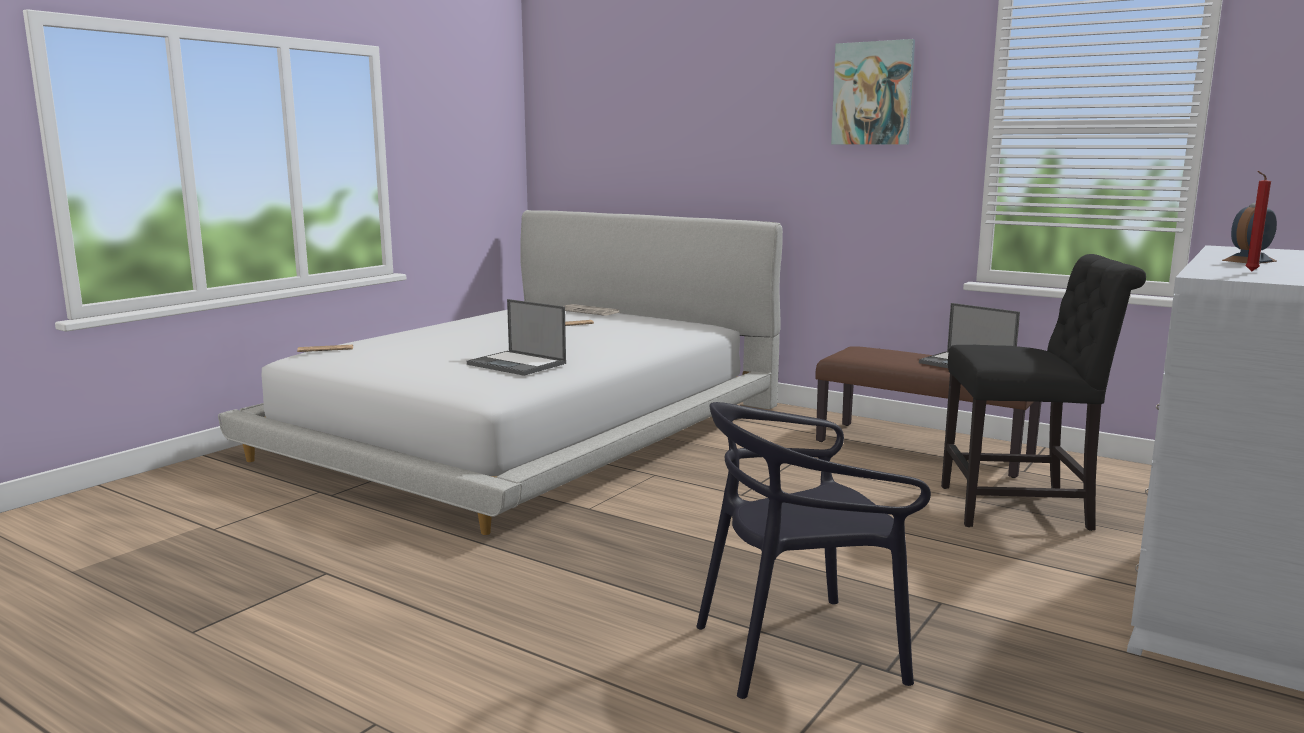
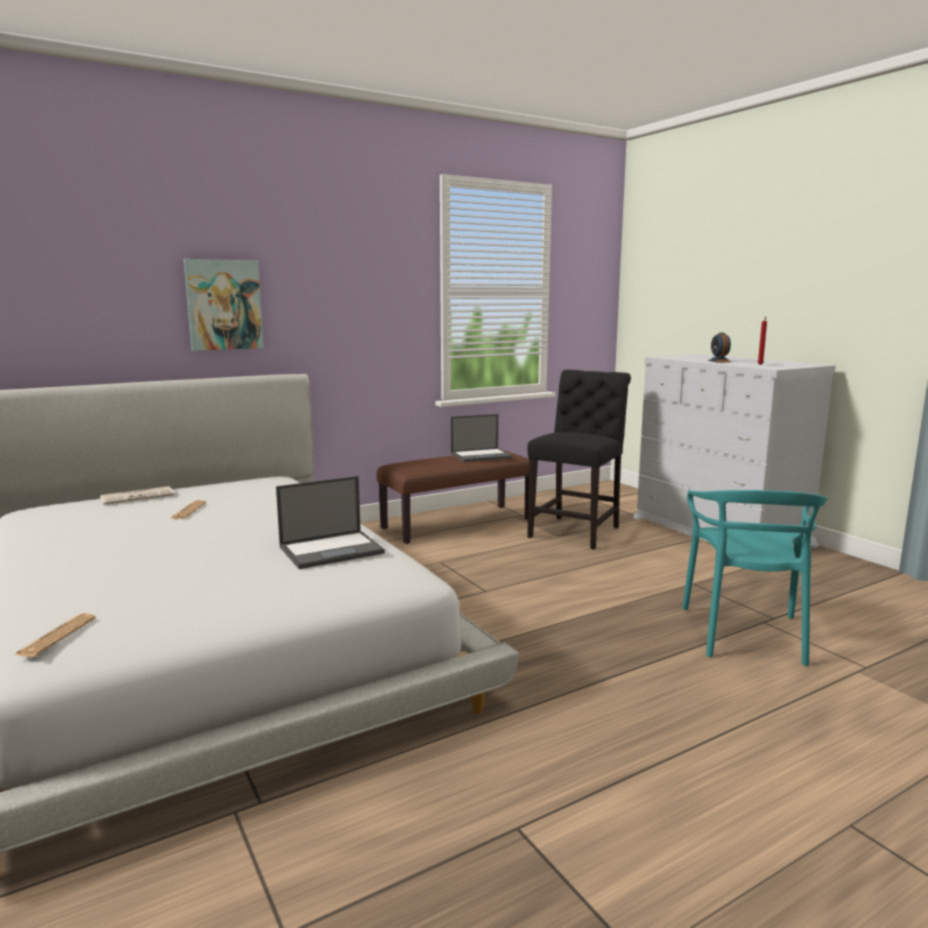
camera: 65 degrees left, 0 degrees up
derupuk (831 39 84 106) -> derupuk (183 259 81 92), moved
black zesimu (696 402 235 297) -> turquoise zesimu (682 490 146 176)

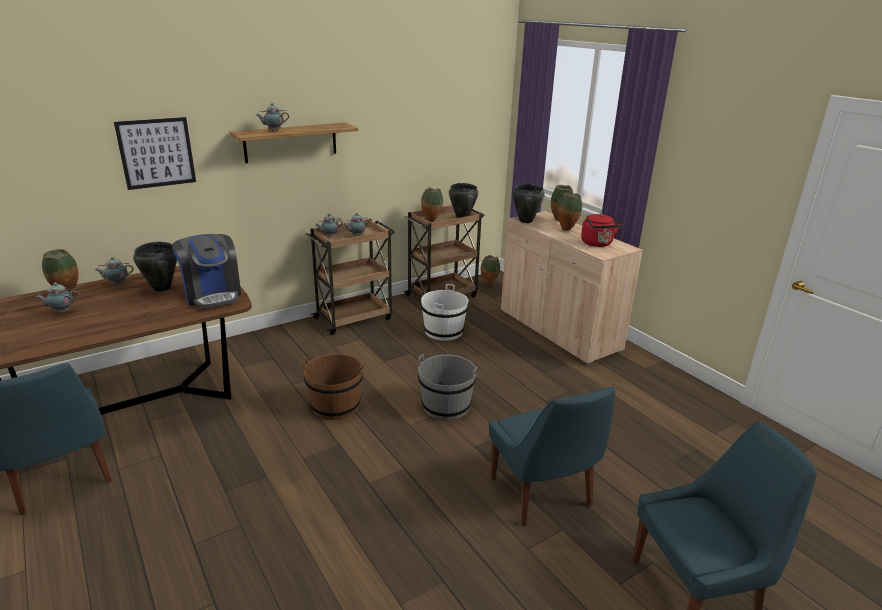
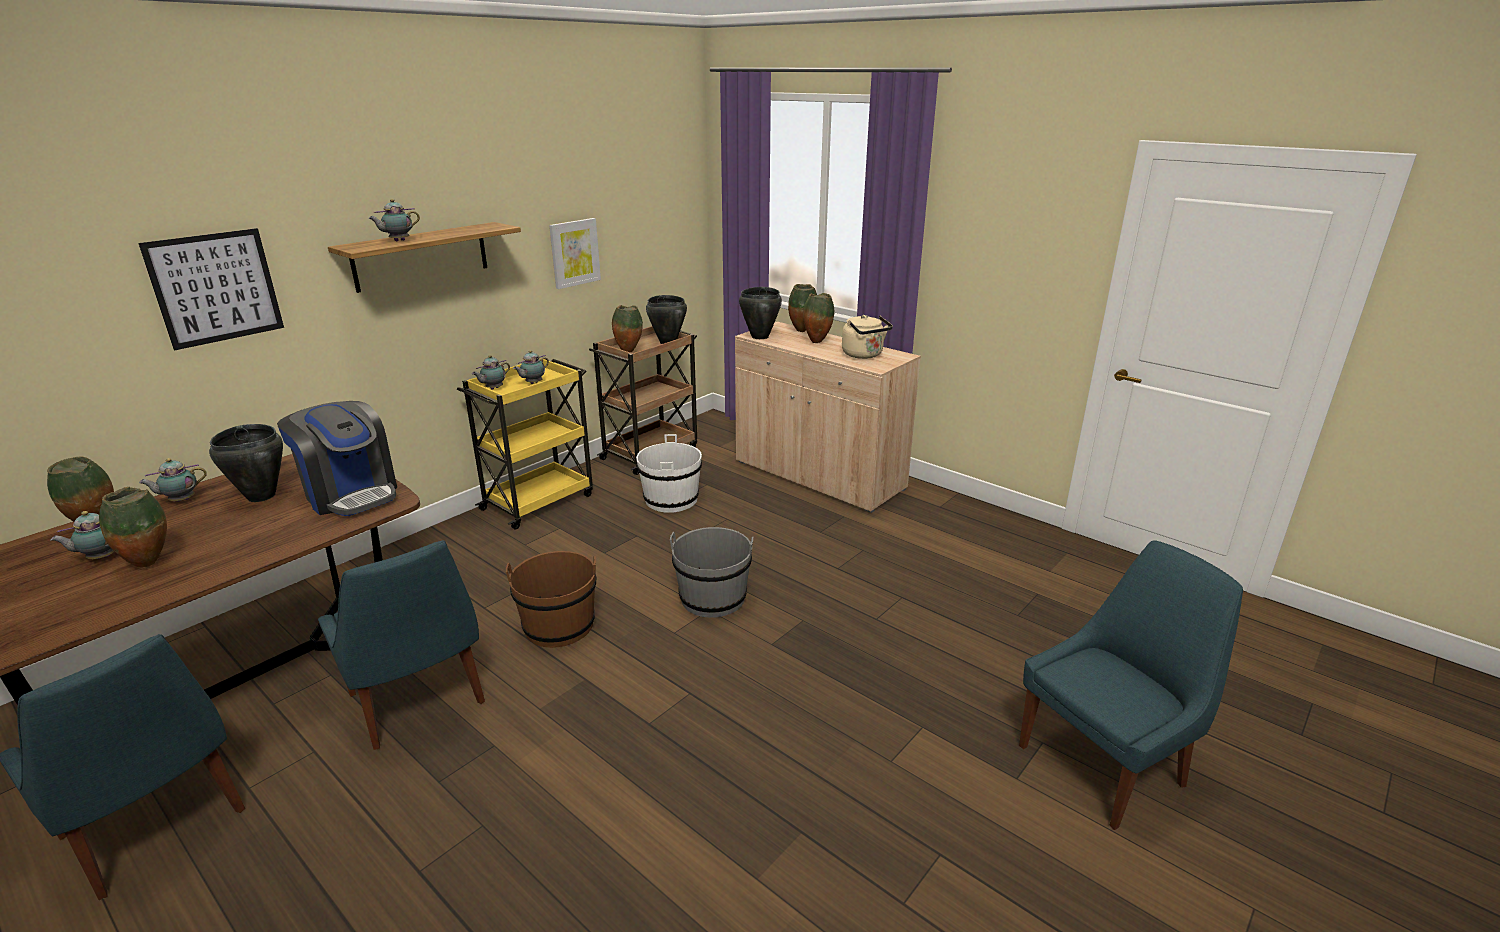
camera: 15 degrees left, 0 degrees up
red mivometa (581 213 40 34) -> beige mivometa (842 315 51 44)
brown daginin (306 219 89 116) -> yellow daginin (457 359 136 171)
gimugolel (481 255 19 30) -> gimugolel (99 487 68 80), moved
blue zesimu (489 387 126 139) -> blue zesimu (318 540 167 210), moved
none -> derupuk (549 218 52 71)

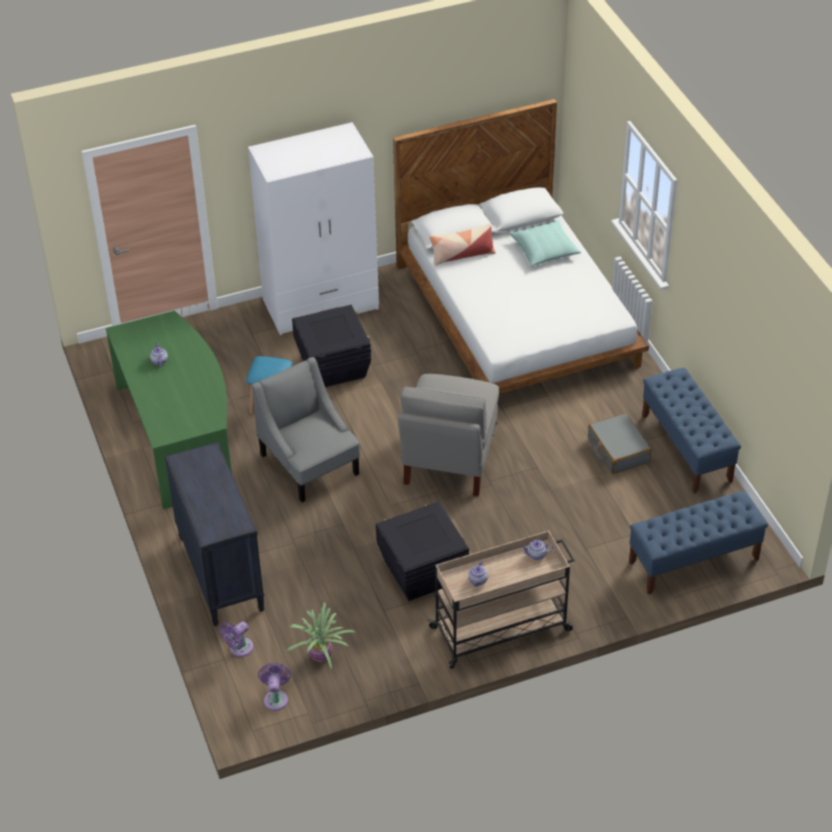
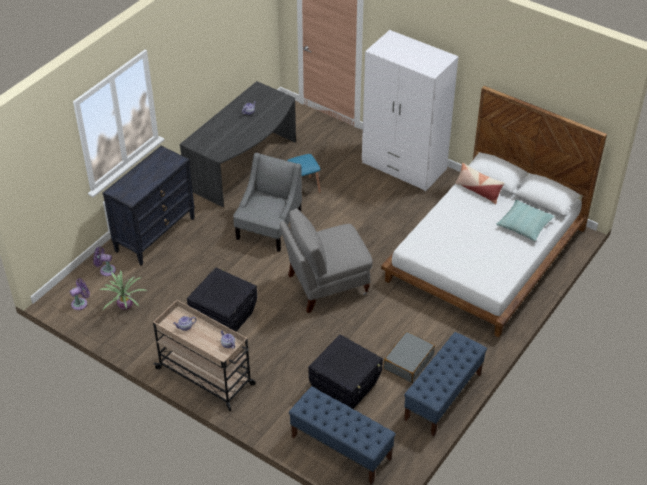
camera: 55 degrees right, 0 degrees up
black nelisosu (292 305 79 82) -> black nelisosu (308 334 75 75), moved
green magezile (106 311 126 198) -> grey magezile (180 81 116 126)

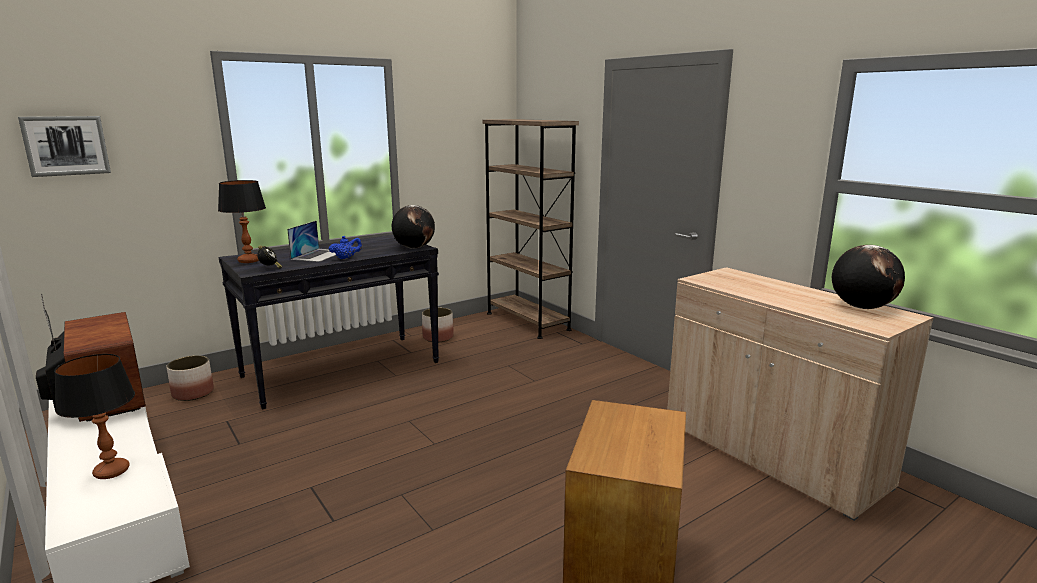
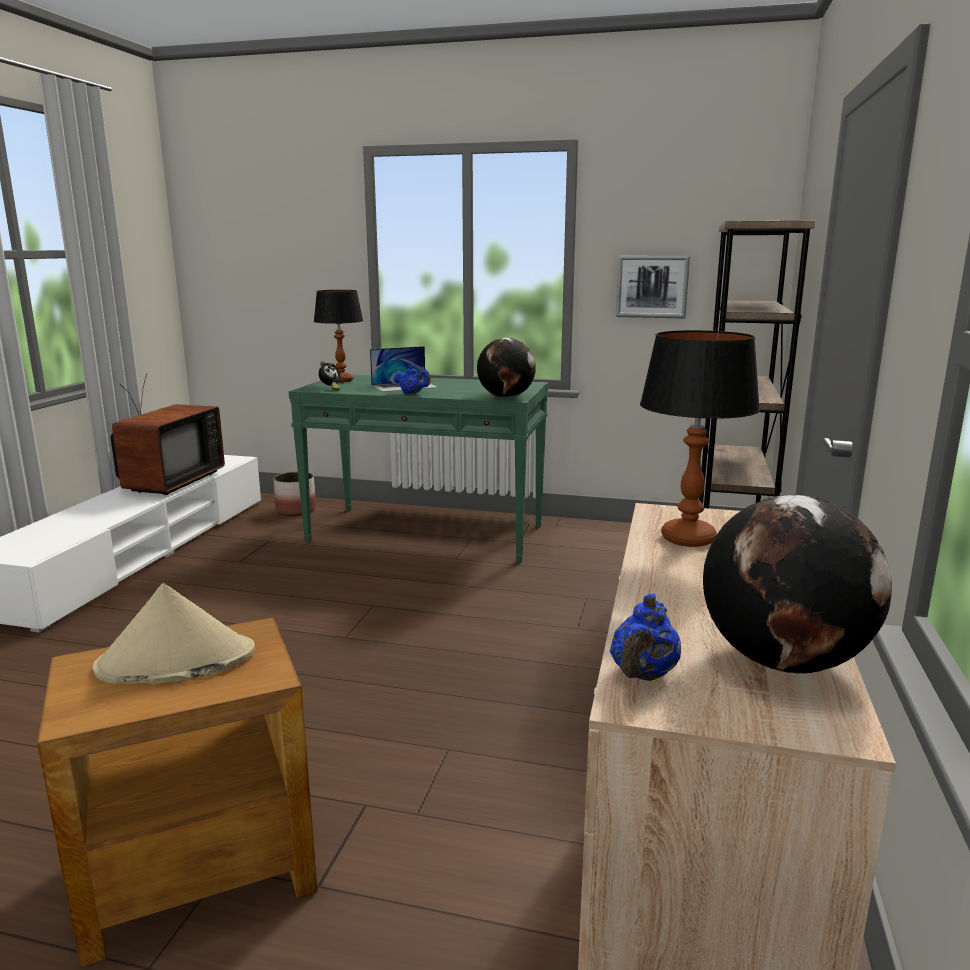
camera: 50 degrees right, 0 degrees up
derupuk (18 116 93 61) -> derupuk (616 256 74 62), moved
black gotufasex (218 235 221 175) -> green gotufasex (289 374 260 189)
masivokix (422 308 32 35) -> none
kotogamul (54 354 81 125) -> kotogamul (640 330 120 217), moved
none -> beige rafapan (93 583 162 101)
none -> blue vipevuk (610 594 71 87)

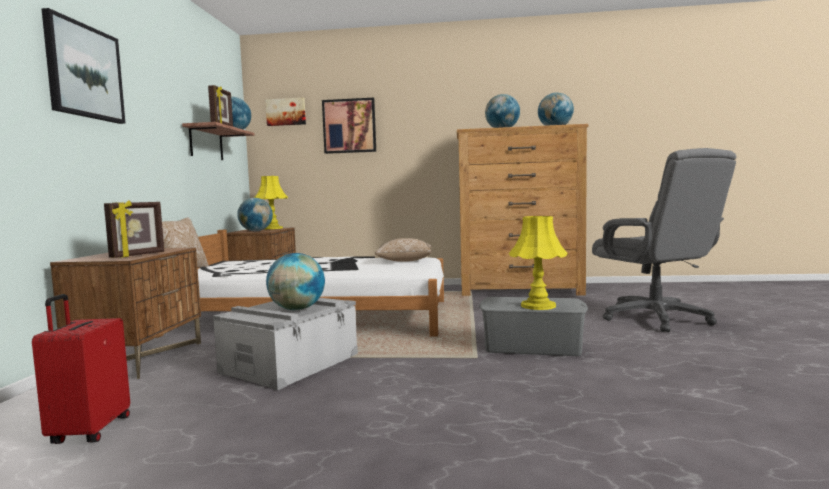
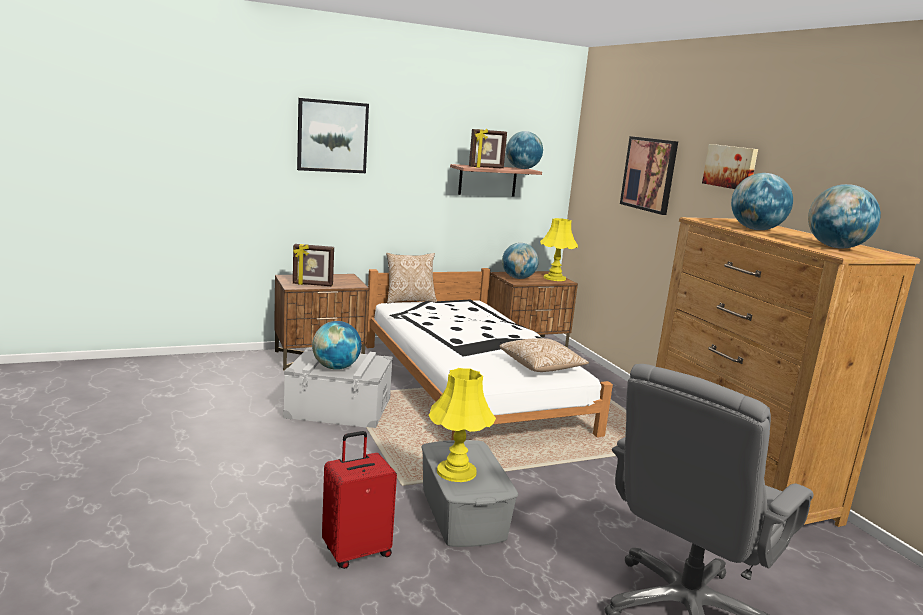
camera: 60 degrees right, 10 degrees up
derupuk (265 98 41 28) -> derupuk (702 144 56 45), moved
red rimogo (32 294 98 150) -> red rimogo (322 431 75 138), moved

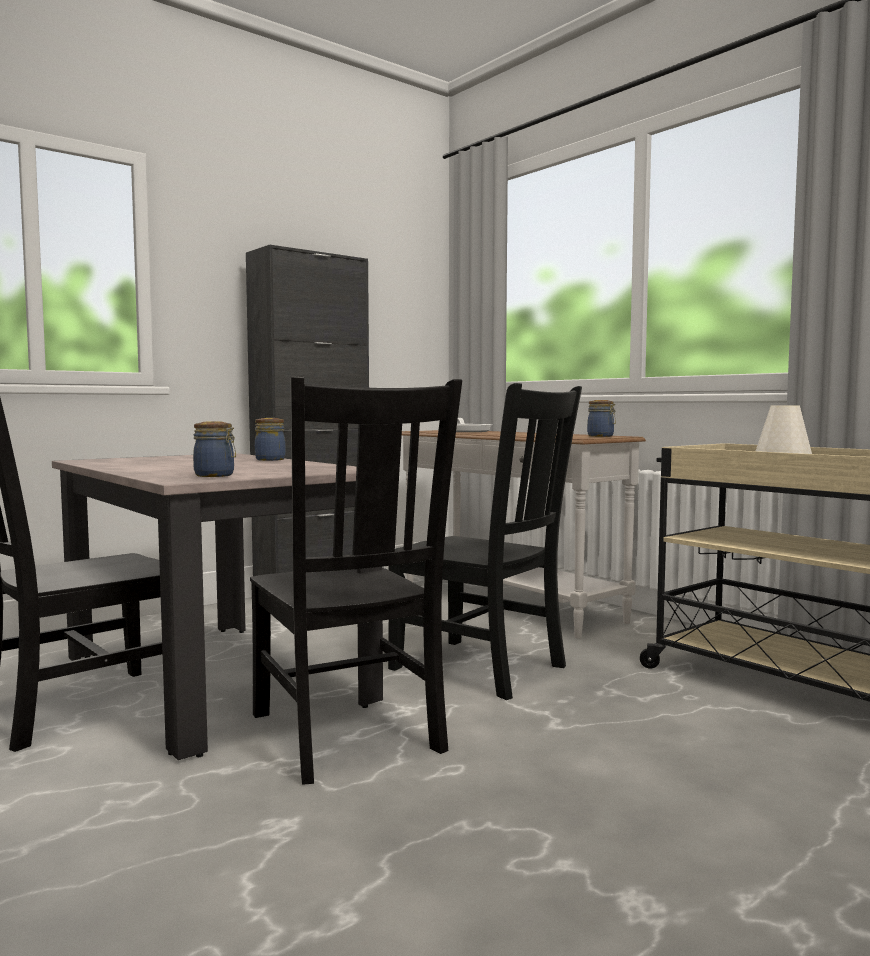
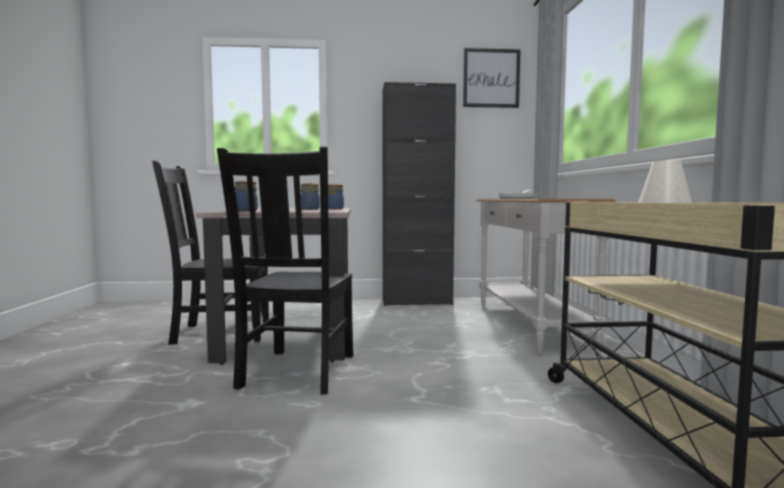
camera: 35 degrees right, 0 degrees up
black zesimu (388 383 194 317) -> none
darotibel (587 400 29 37) -> darotibel (301 183 19 27), moved
none -> derupuk (463 48 58 60)

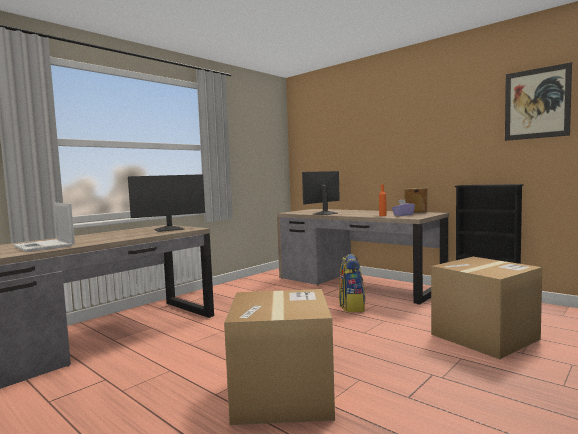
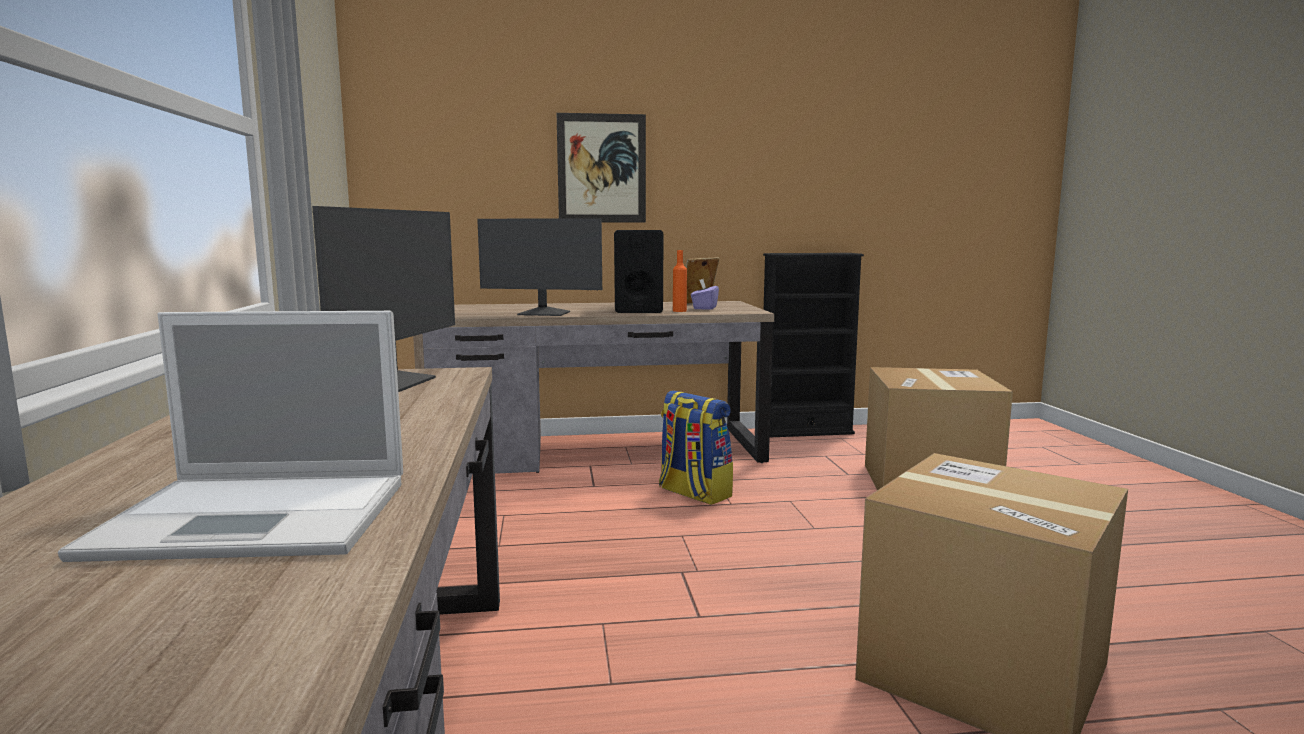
camera: 50 degrees left, 5 degrees up
derupuk (505 62 67 79) -> derupuk (557 113 89 109), moved
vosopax (302 171 38 44) -> vosopax (477 218 125 98), 75 degrees counterclockwise
none -> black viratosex (614 230 50 83)

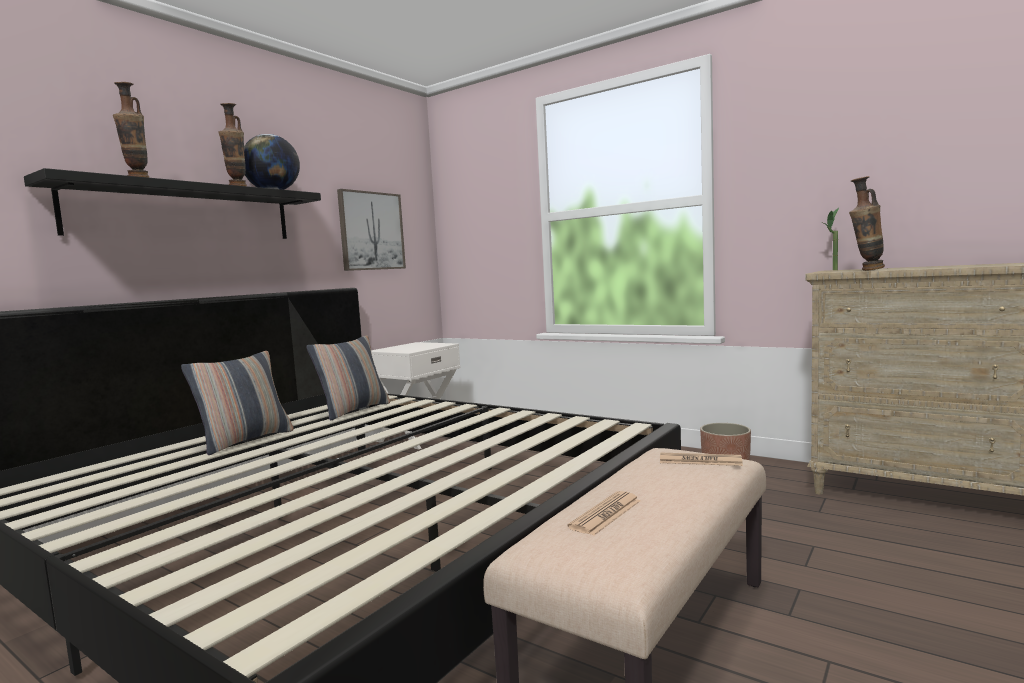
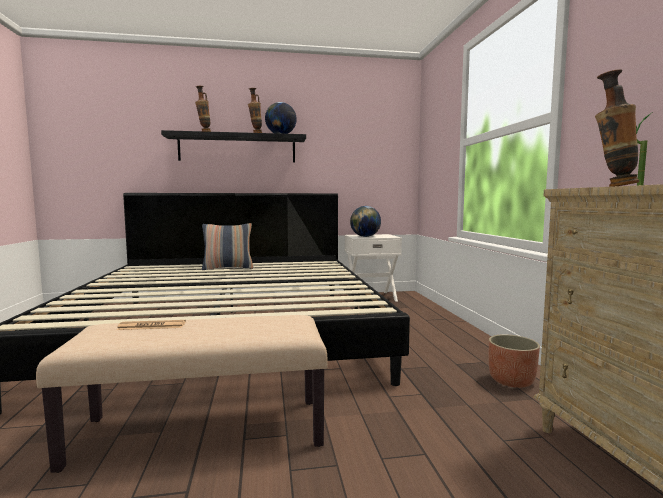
camera: 45 degrees right, 0 degrees up
derupuk (337 189 69 82) -> none
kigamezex (307 335 83 85) -> none
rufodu (660 452 83 14) -> none
none -> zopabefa (350 206 31 31)

